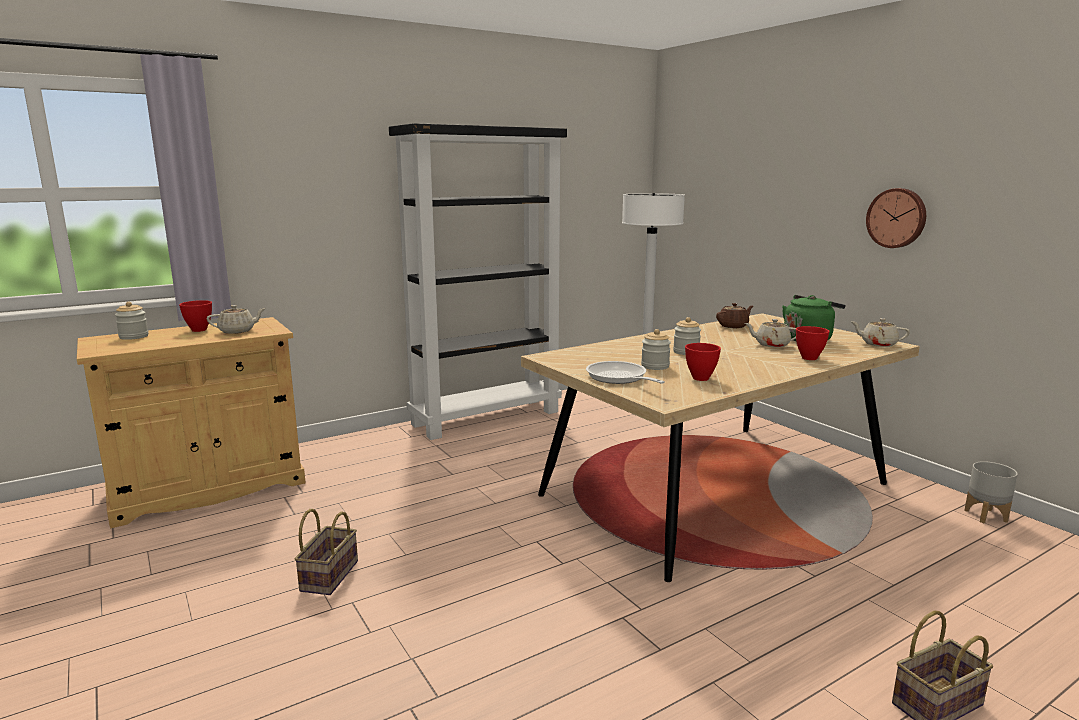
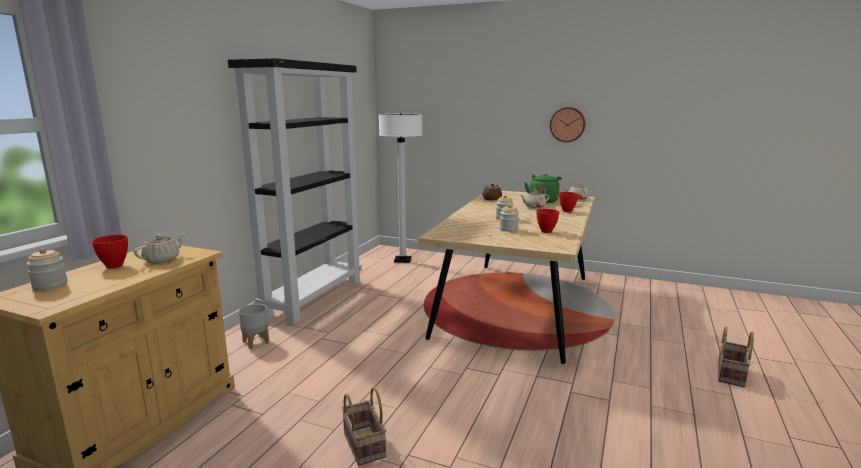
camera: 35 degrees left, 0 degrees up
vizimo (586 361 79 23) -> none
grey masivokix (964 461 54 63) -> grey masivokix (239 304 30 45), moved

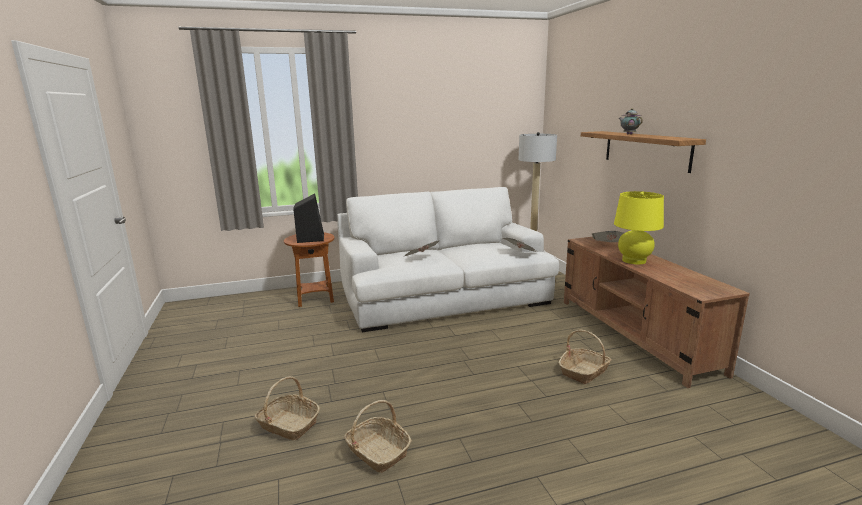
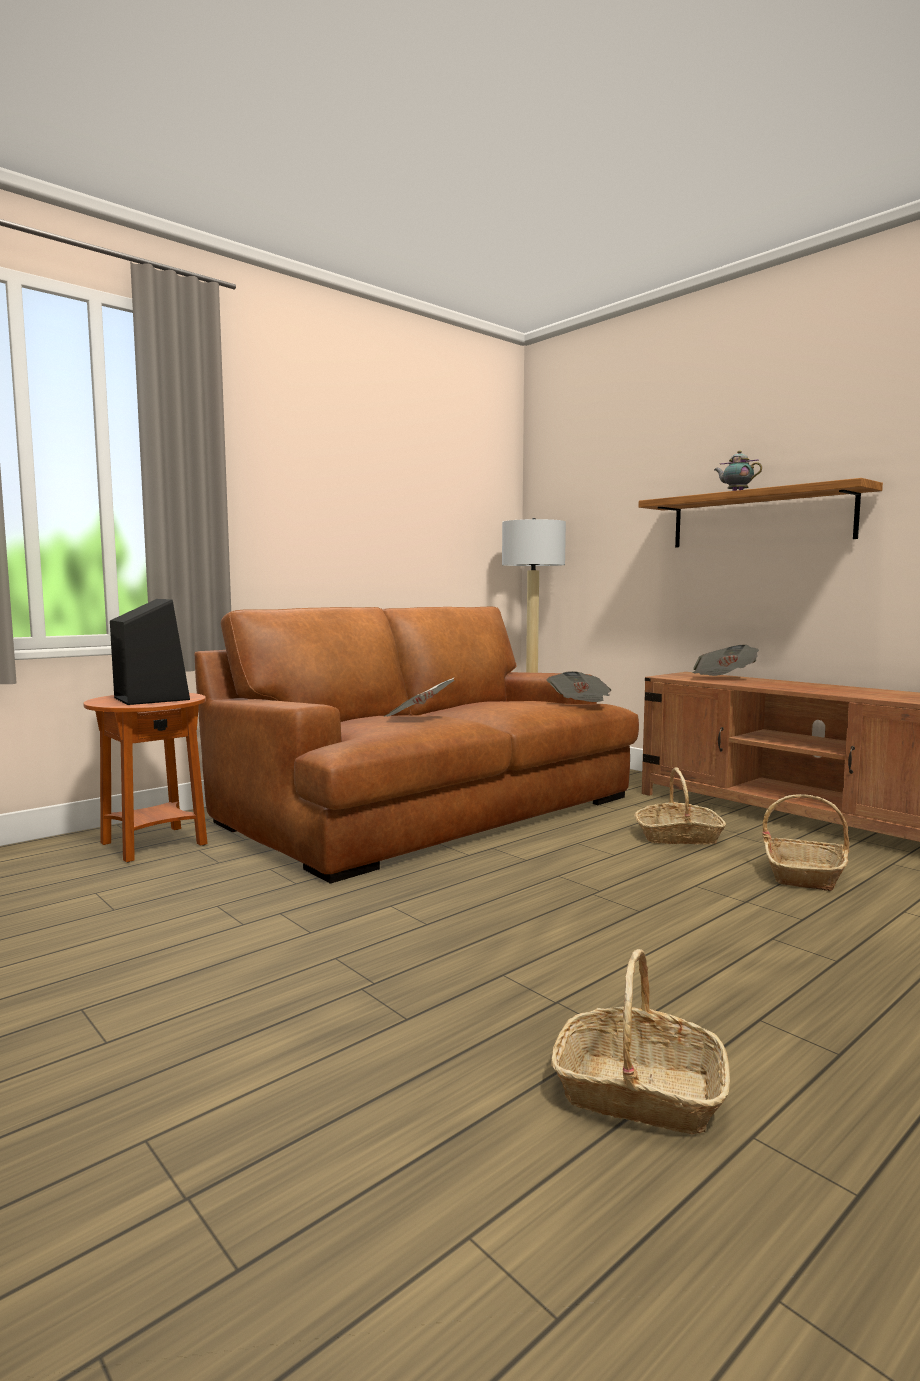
camera: 25 degrees left, 10 degrees down
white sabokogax (337 187 222 145) -> brown sabokogax (194 607 445 277)
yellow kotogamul (614 191 50 73) -> none
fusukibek (255 376 65 64) -> fusukibek (634 767 92 77), moved

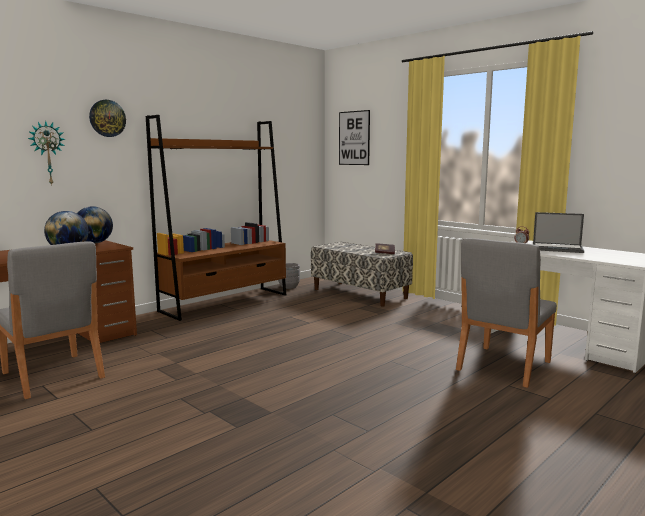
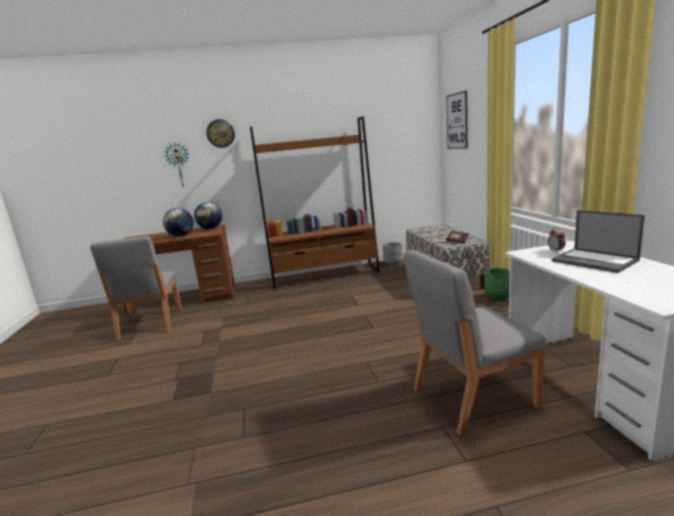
camera: 35 degrees right, 5 degrees up
none -> green masivokix (485 268 25 32)

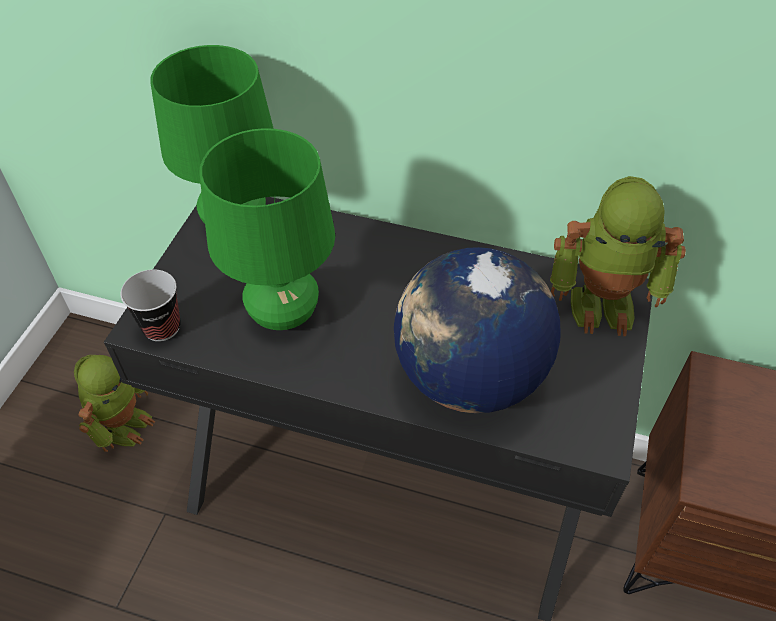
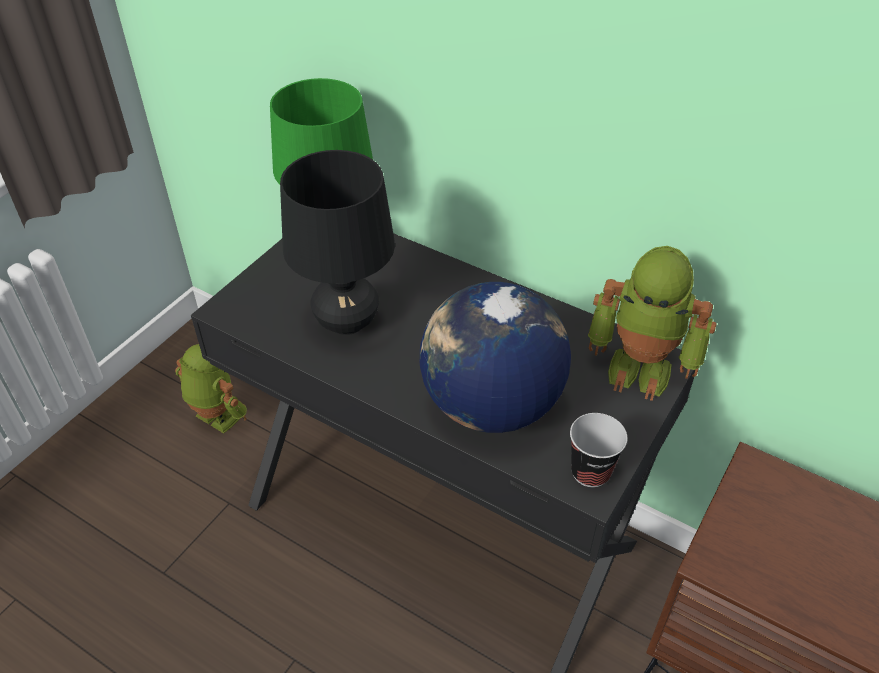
camera: 15 degrees right, 5 degrees down
green kotogamul (199 128 136 202) -> black kotogamul (280 150 115 185)
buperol (120 269 61 73) -> buperol (570 413 57 74), moved
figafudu (74 355 81 97) -> figafudu (175 344 72 89), 90 degrees counterclockwise

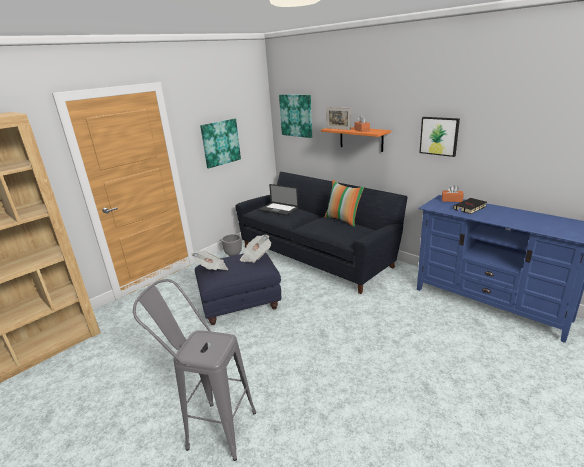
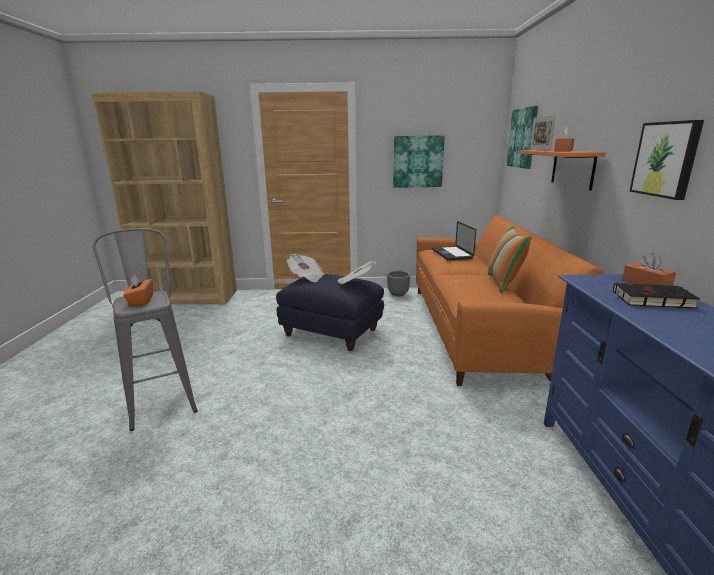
camera: 45 degrees right, 5 degrees down
black sabokogax (235 172 173 122) -> orange sabokogax (416 215 188 171)
none -> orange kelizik (124 275 29 31)

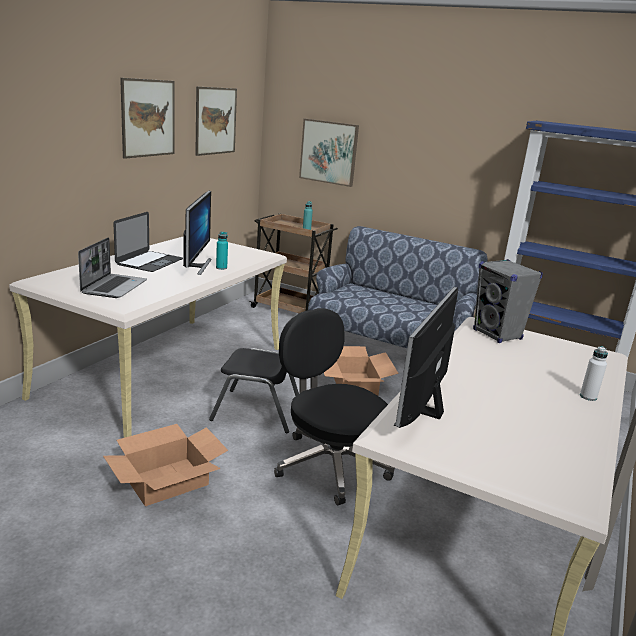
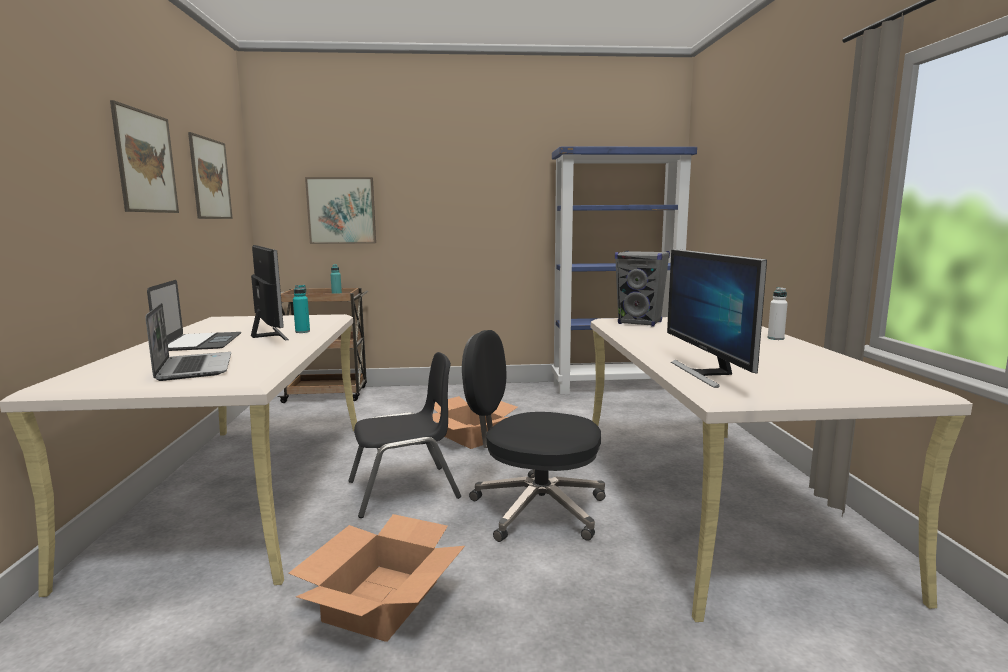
camera: 30 degrees left, 10 degrees down
sabokogax (308 226 180 122) -> none

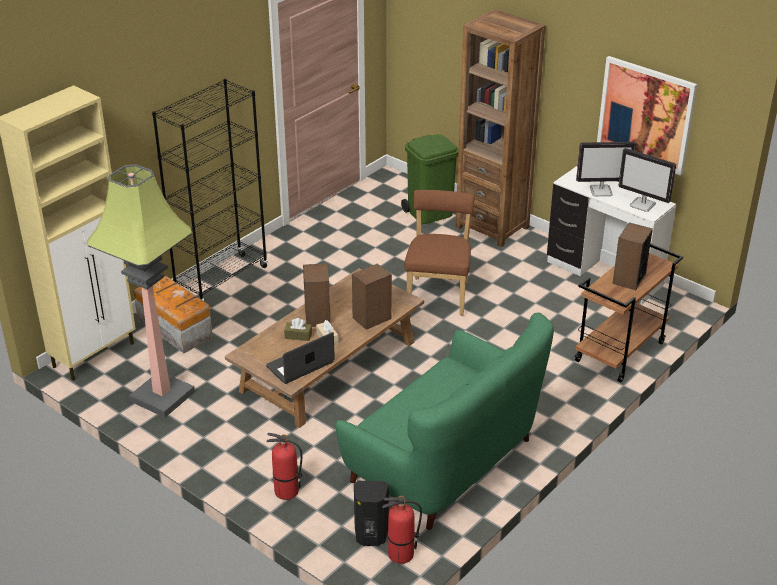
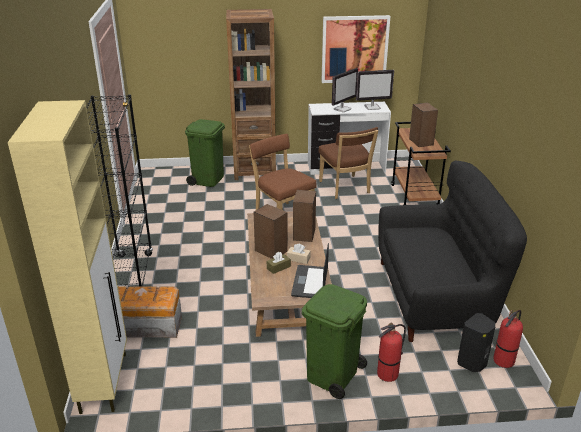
camera: 45 degrees left, 5 degrees down
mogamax (88 164 107 254) -> none
green sabokogax (336 313 218 217) -> black sabokogax (378 161 149 181)
none -> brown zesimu (319 127 59 72)
none -> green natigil (302 284 65 115)

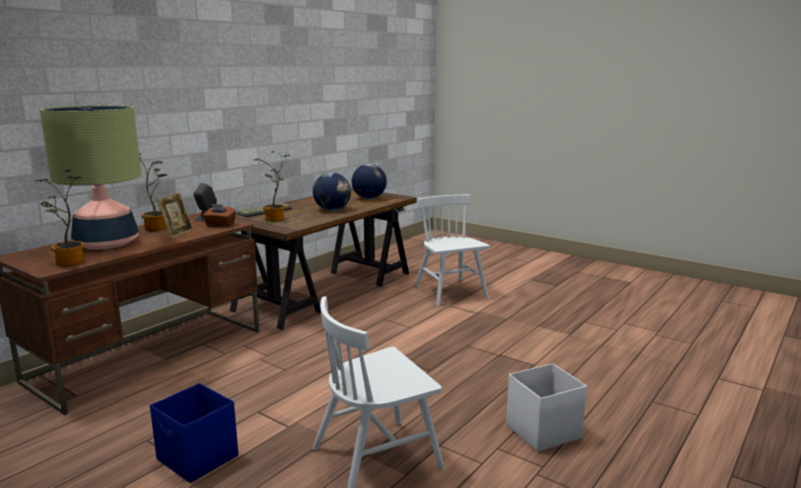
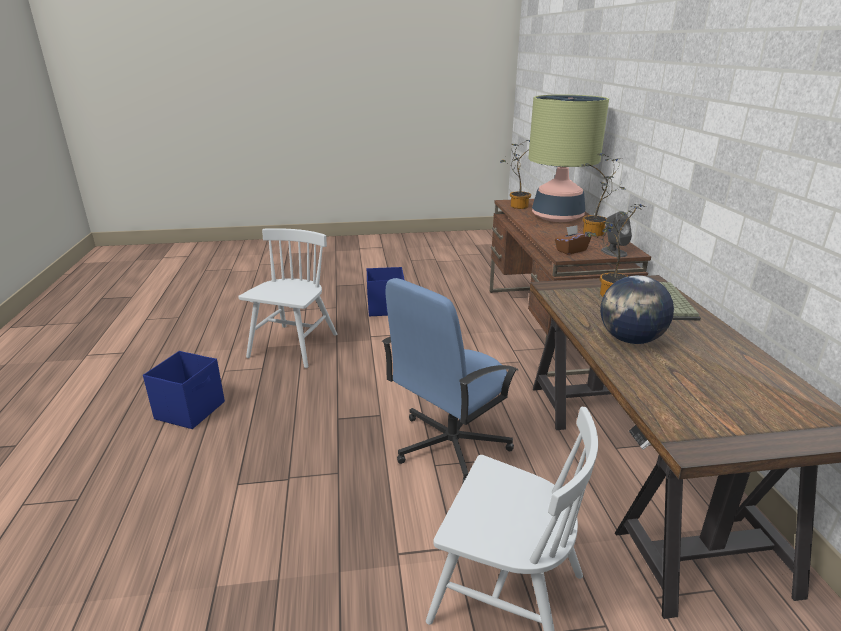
camera: 135 degrees right, 10 degrees up
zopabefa (351 164 36 35) -> none
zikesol (157 192 37 46) -> none
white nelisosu (506 363 81 89) -> blue nelisosu (143 351 82 78)
none -> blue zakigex (382 278 136 205)

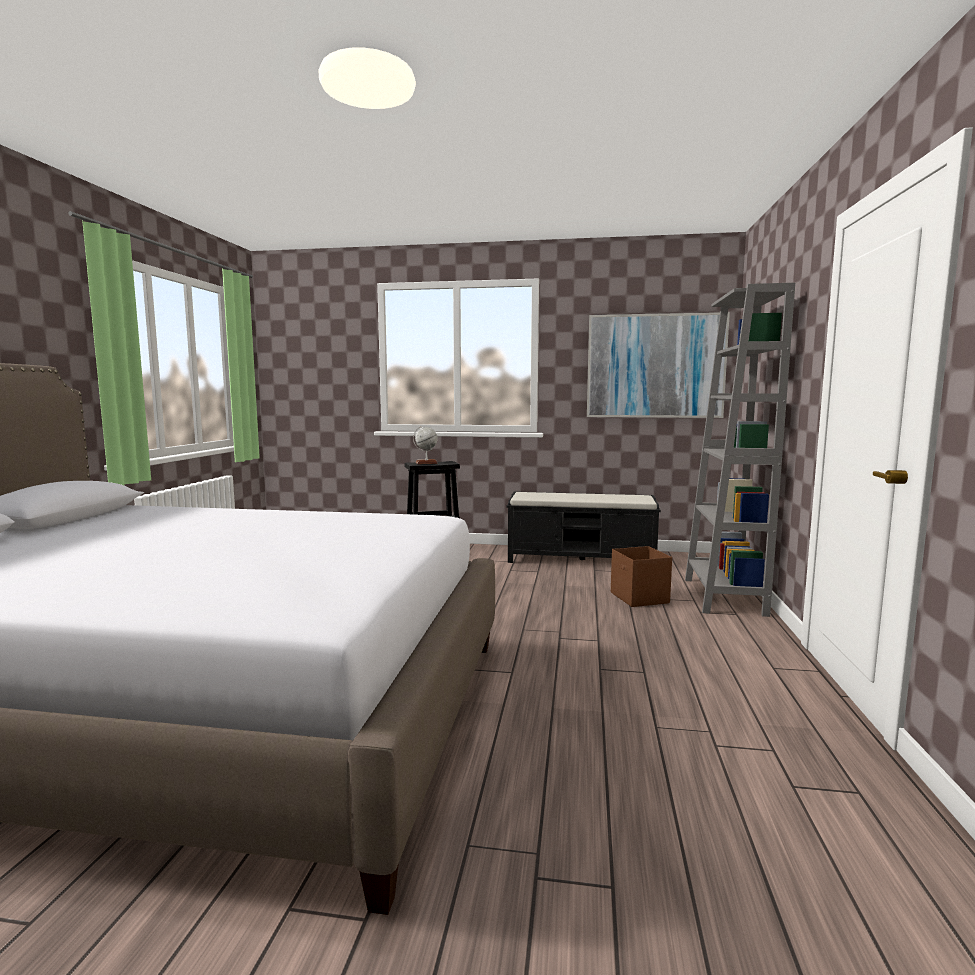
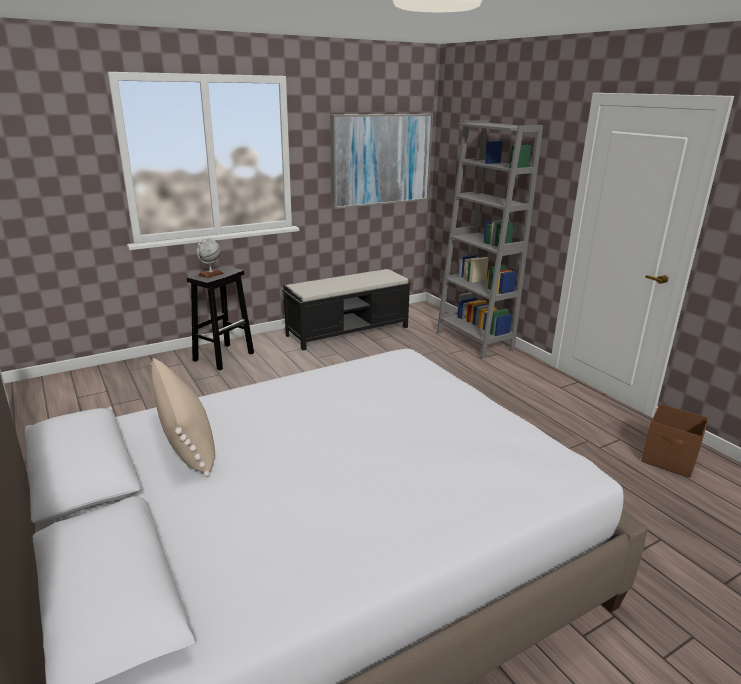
camera: 40 degrees left, 15 degrees up
brown nelisosu (611 546 61 61) -> brown nelisosu (641 404 68 74), moved
none -> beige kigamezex (151 358 64 119)

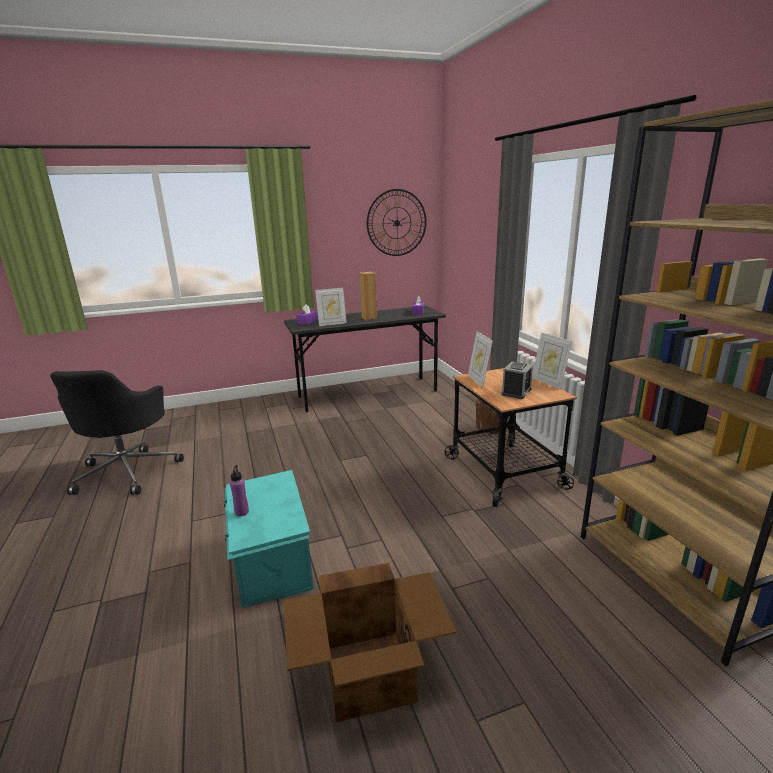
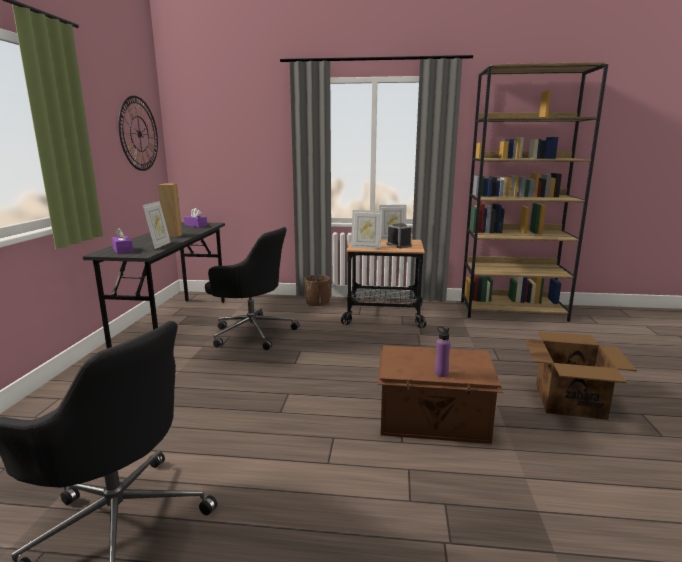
camera: 65 degrees left, 5 degrees down
turquoise nelisosu (223 470 91 138) -> brown nelisosu (377 345 126 99)
none -> black zakigex (205 227 94 123)

